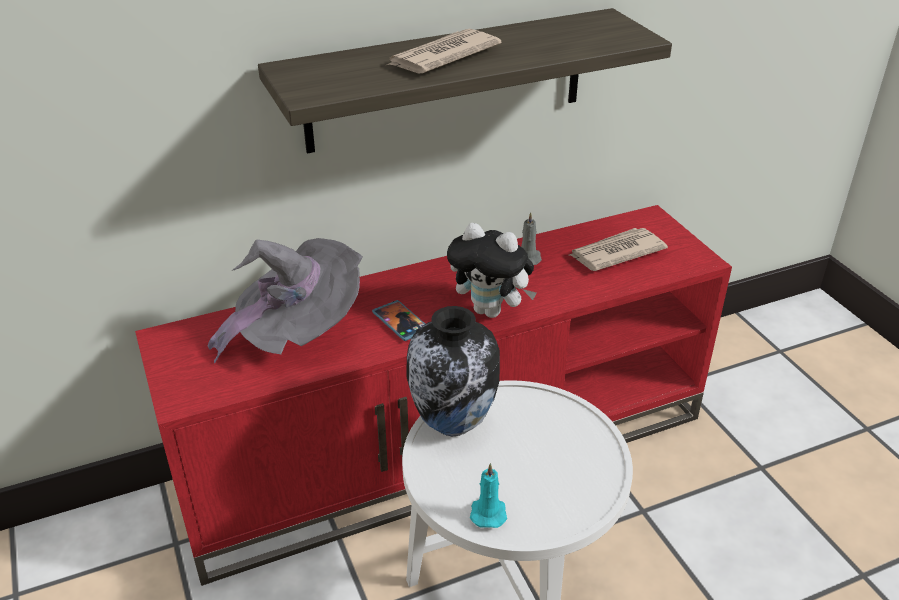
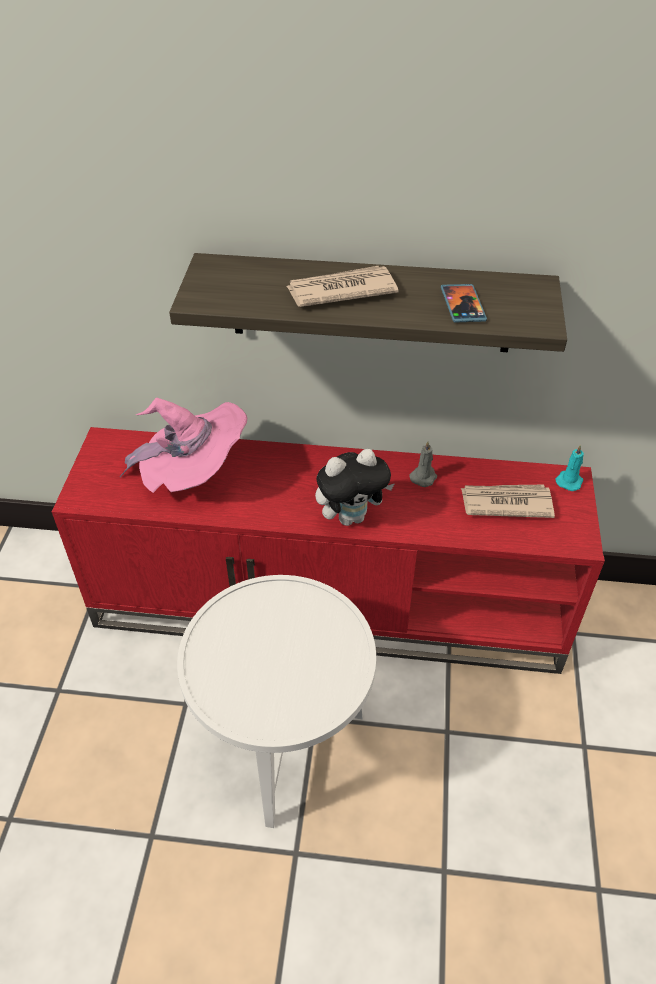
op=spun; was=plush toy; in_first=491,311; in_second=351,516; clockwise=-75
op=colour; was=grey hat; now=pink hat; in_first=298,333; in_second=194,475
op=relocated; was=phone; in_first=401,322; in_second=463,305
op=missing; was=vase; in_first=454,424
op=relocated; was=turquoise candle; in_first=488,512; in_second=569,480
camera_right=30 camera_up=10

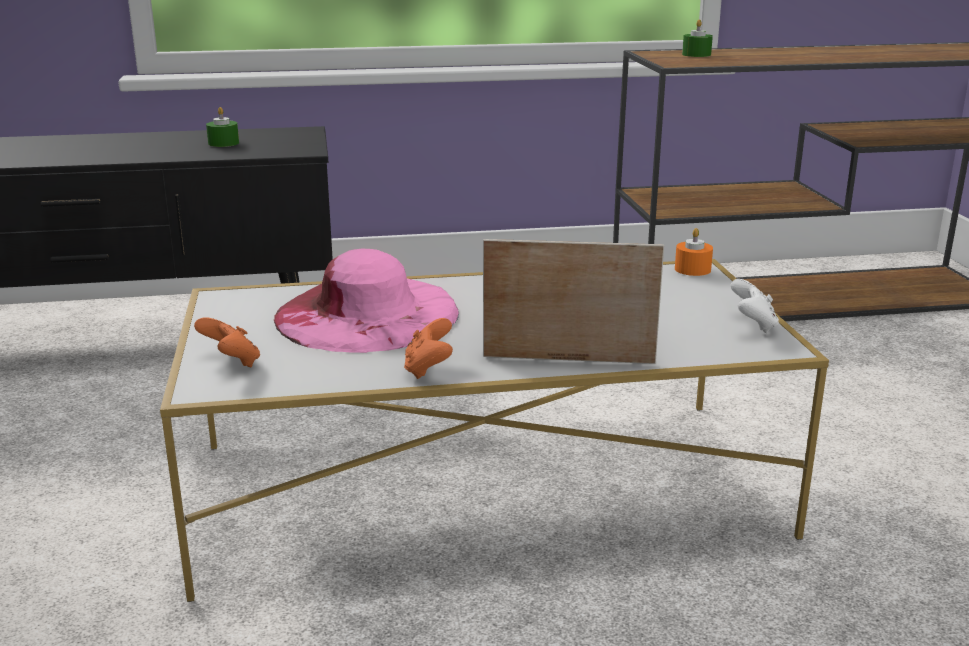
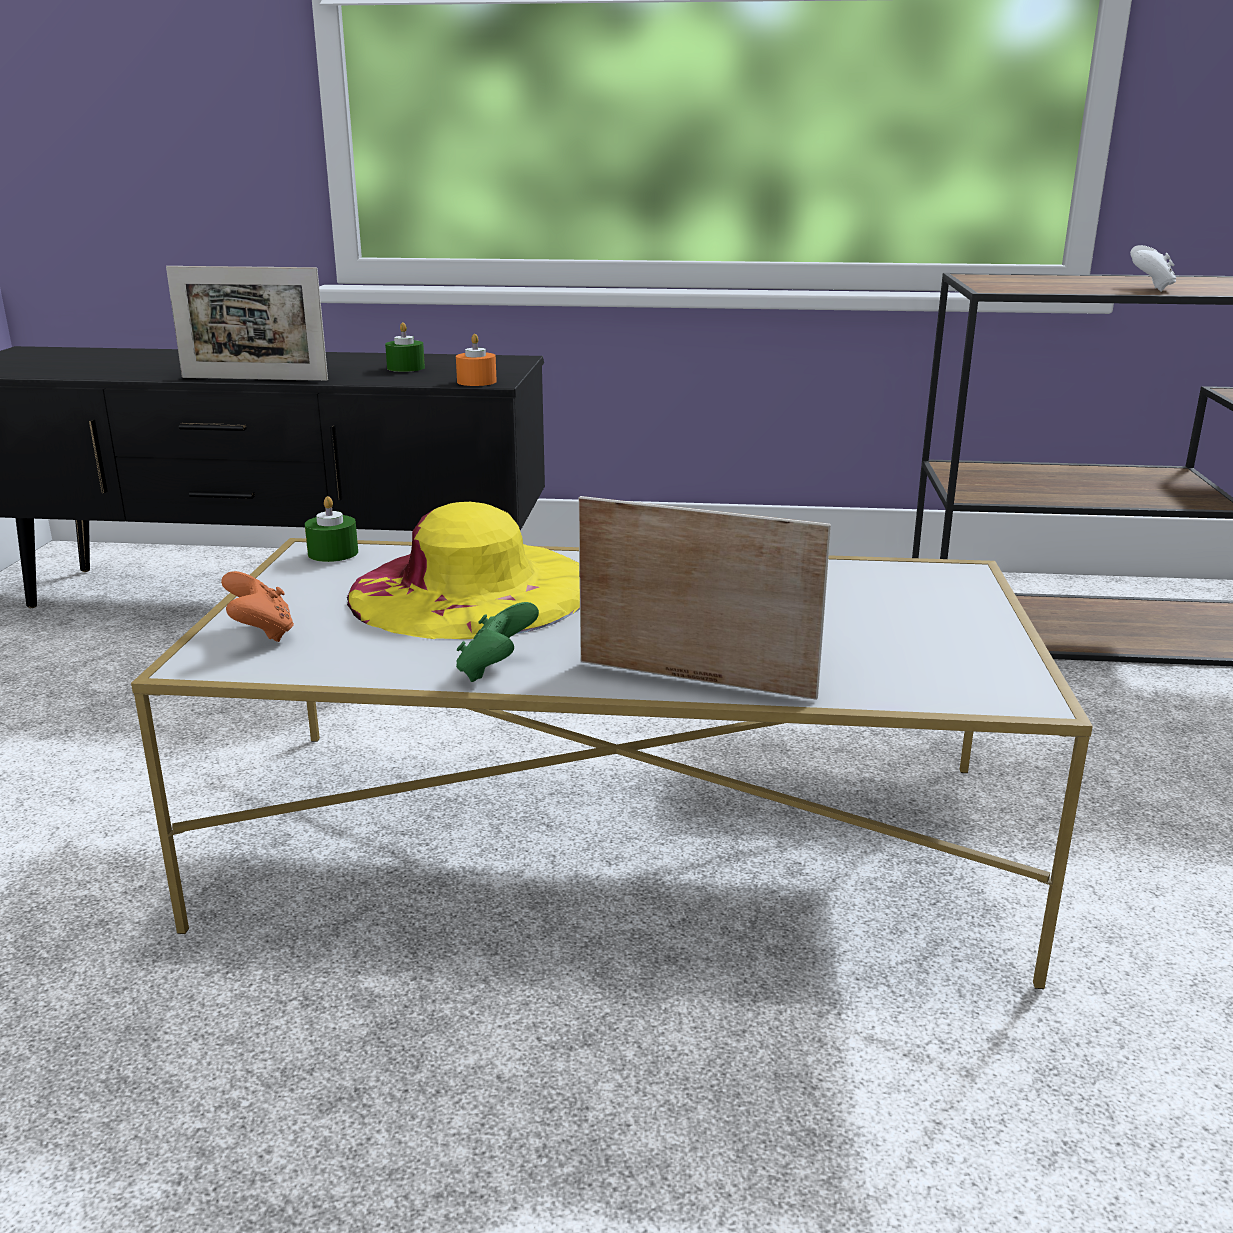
op=relocated; was=green candle; in_first=696,54; in_second=333,553
op=relocated; was=orange candle; in_first=692,269; in_second=476,381
op=colour; was=pink hat; now=yellow hat; in_first=367,314; in_second=470,590
op=relocated; was=white game controller; in_first=753,325; in_second=1149,289
op=colour; was=orange game controller; now=green game controller; in_first=428,369; in_second=496,671
op=appeared; now=picture frame; in_second=254,379
camera_right=15 camera_up=0

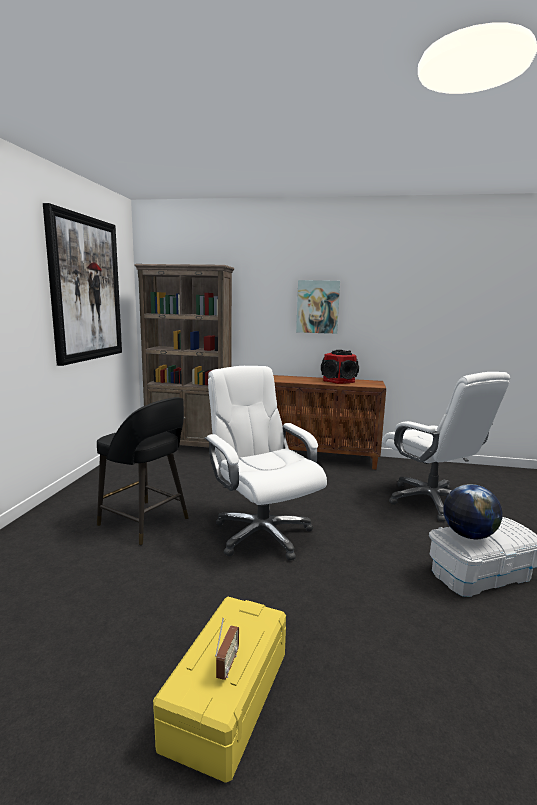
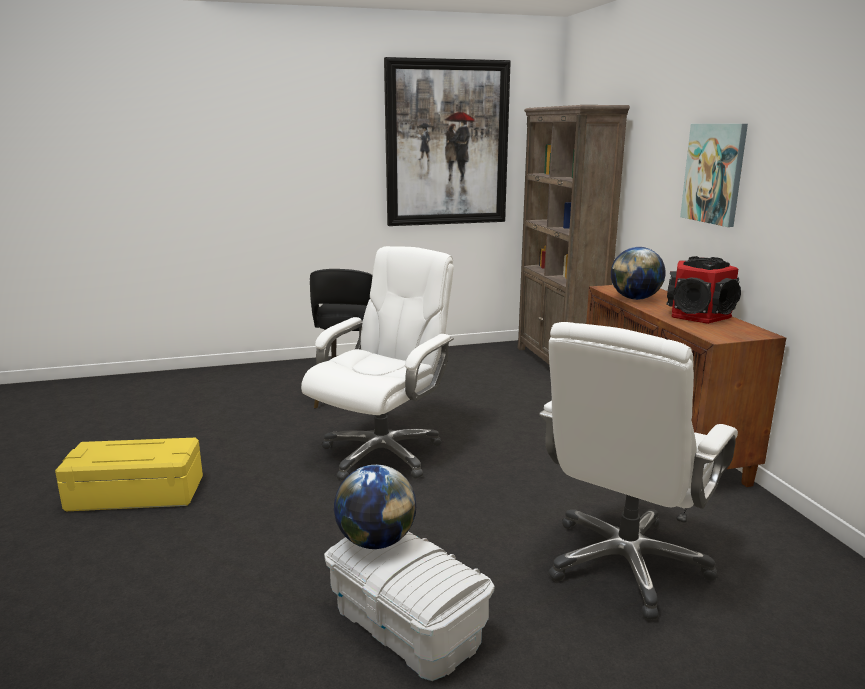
op=missing; was=radio; in_first=227,665
op=appeared; now=globe; in_second=635,298
camera_right=65 camera_up=5

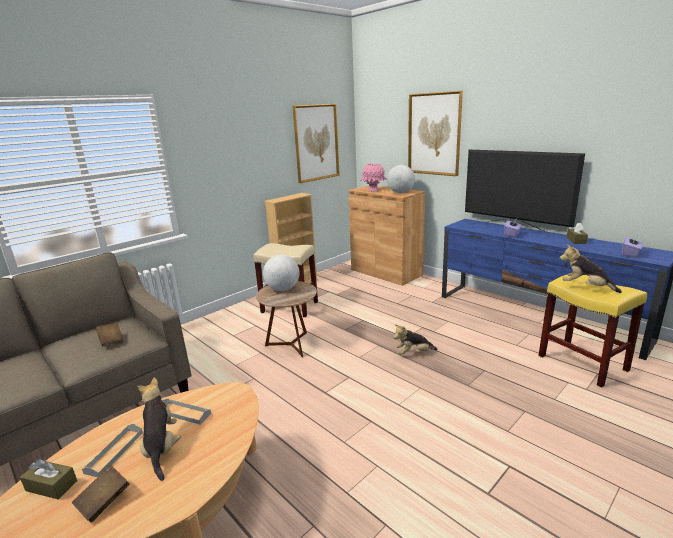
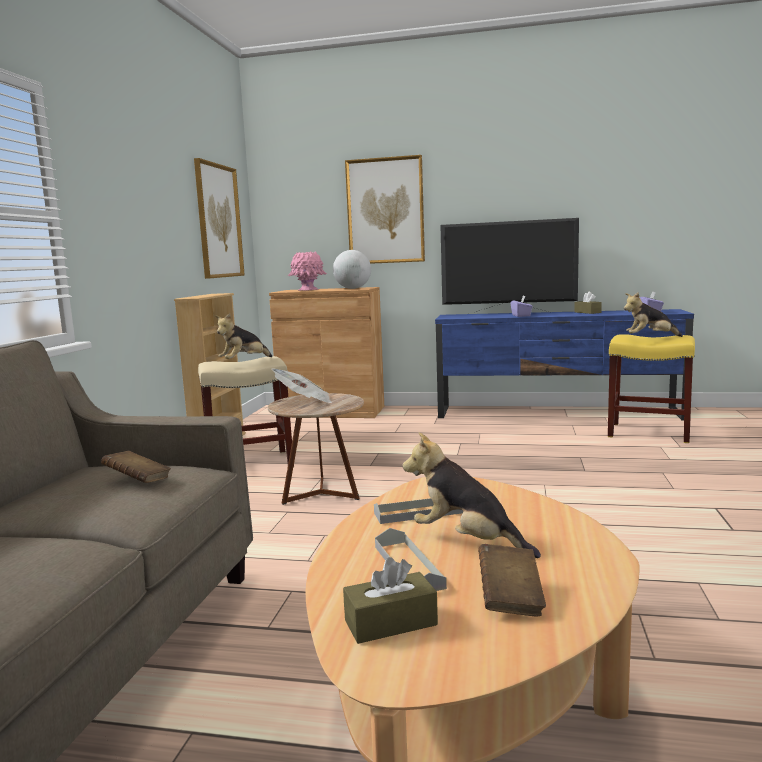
op=exchanged; was=globe; now=newspaper; in_first=283,289; in_second=304,402
op=relocated; was=plush toy; in_first=413,353; in_second=244,362
camera_right=-35 camera_up=-10

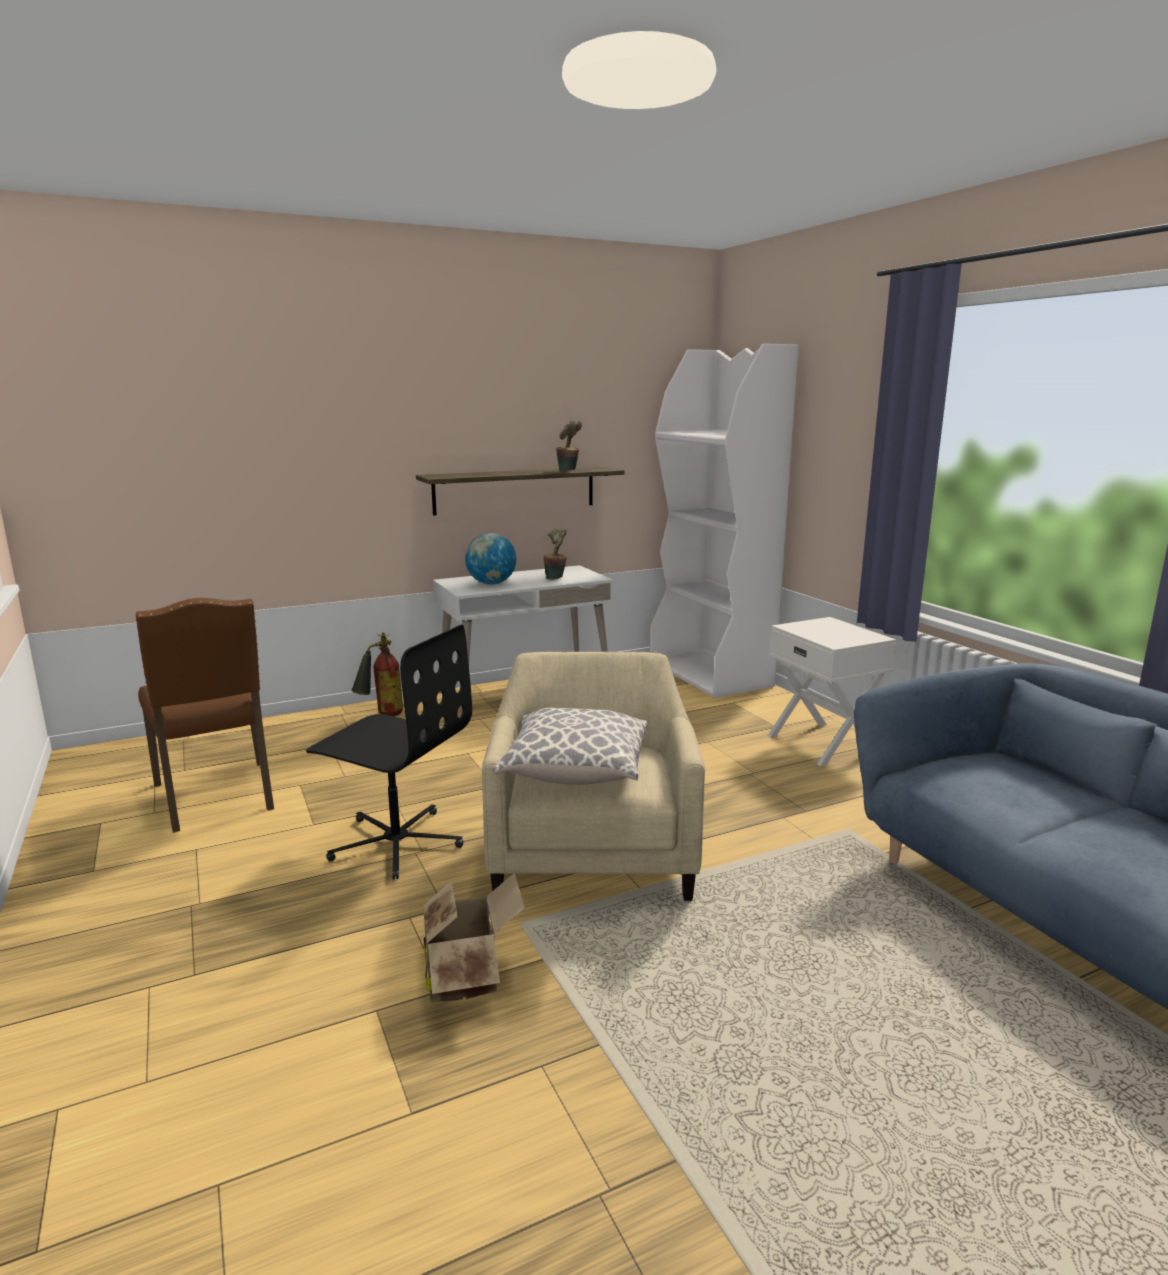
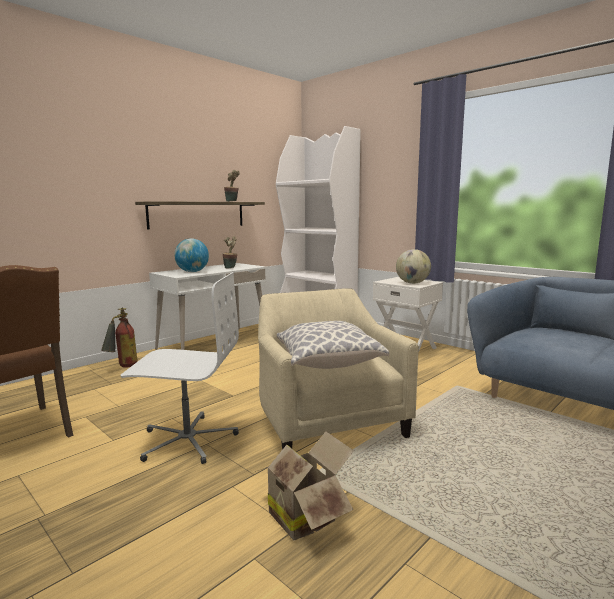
op=colour; was=black office chair; now=white office chair; in_first=396,842; in_second=187,440
op=appeared; now=globe; in_second=412,283
camera_right=-20 camera_up=-5

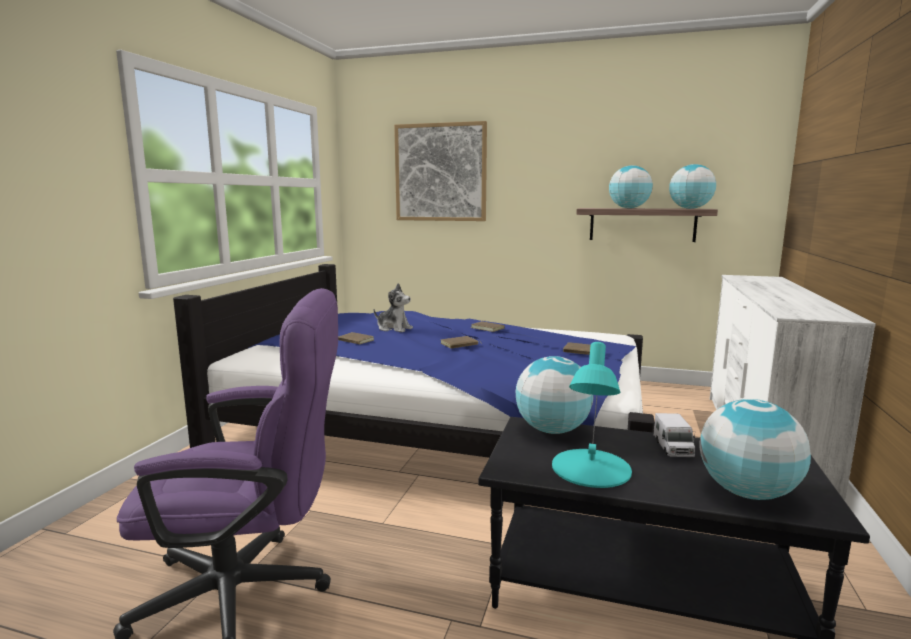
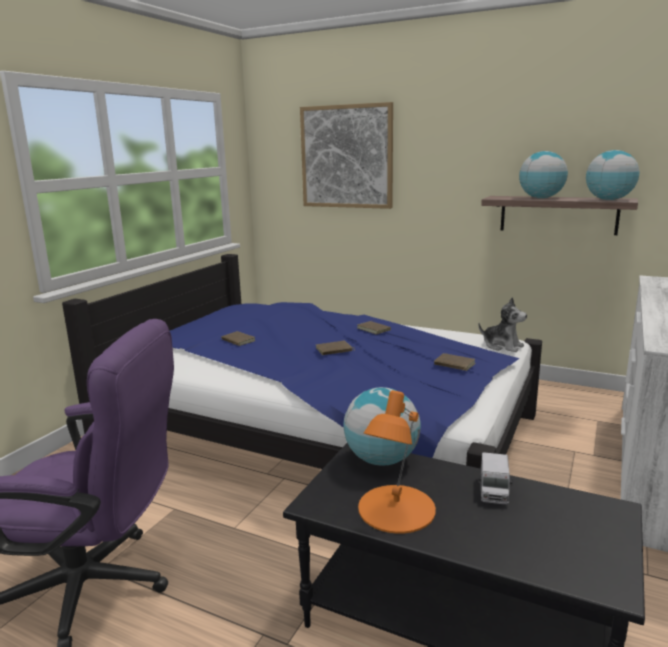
op=relocated; was=plush toy; in_first=394,329; in_second=502,346
op=colour; was=turquoise table lamp; now=orange table lamp; in_first=590,468; in_second=395,509
op=missing; was=globe; in_first=747,493
camera_right=10 camera_up=5

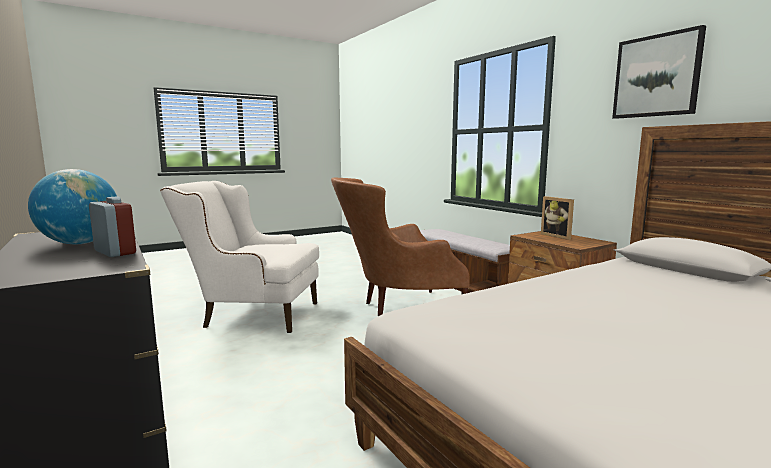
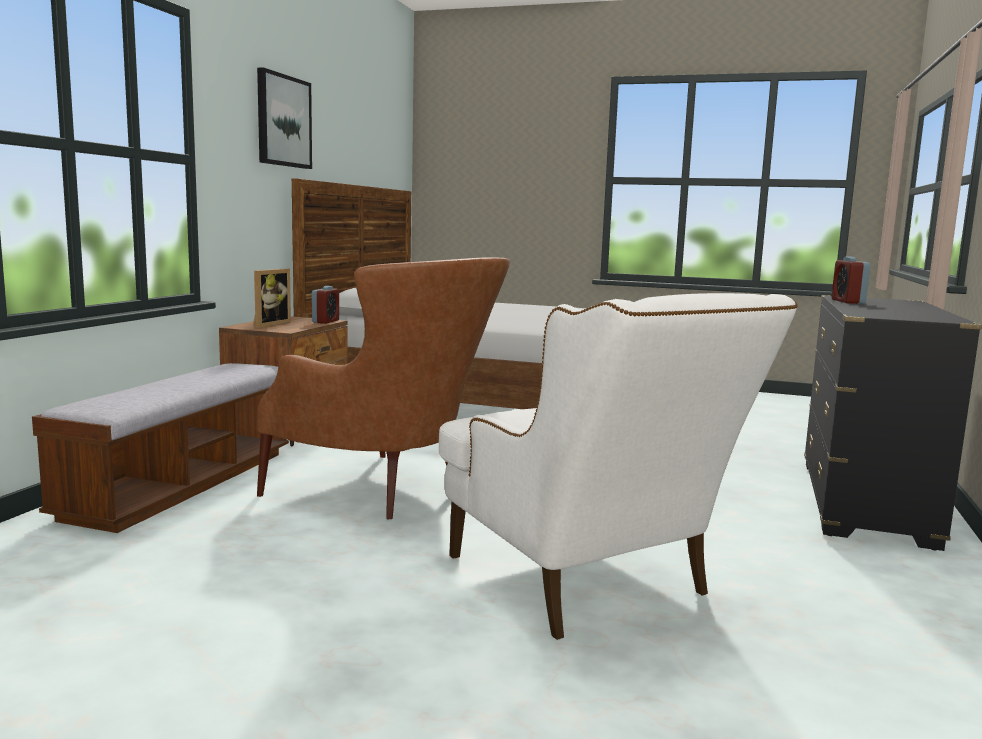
op=missing; was=globe; in_first=80,243
op=appeared; now=alarm clock; in_second=325,321
camera_right=-130 camera_up=0

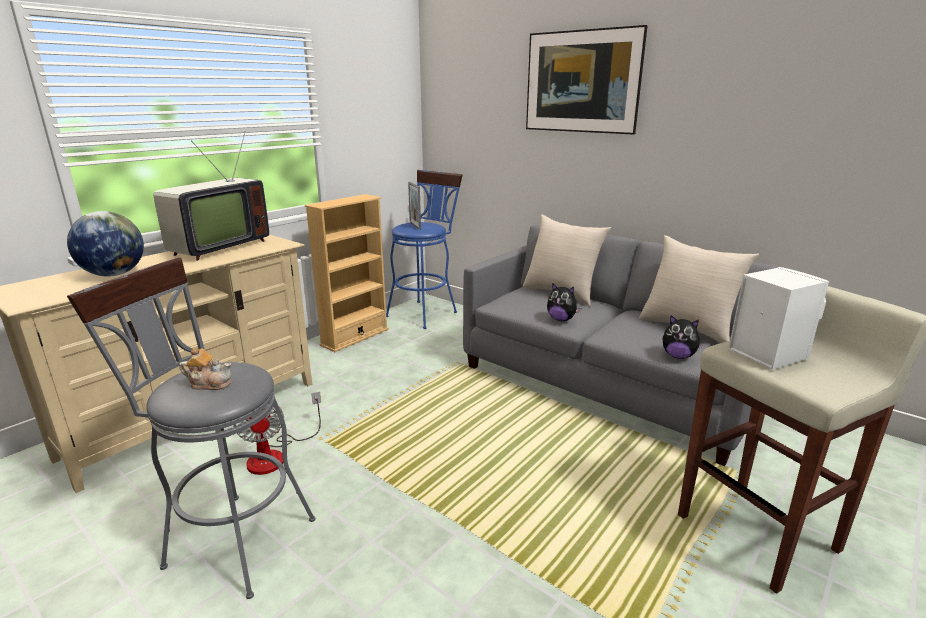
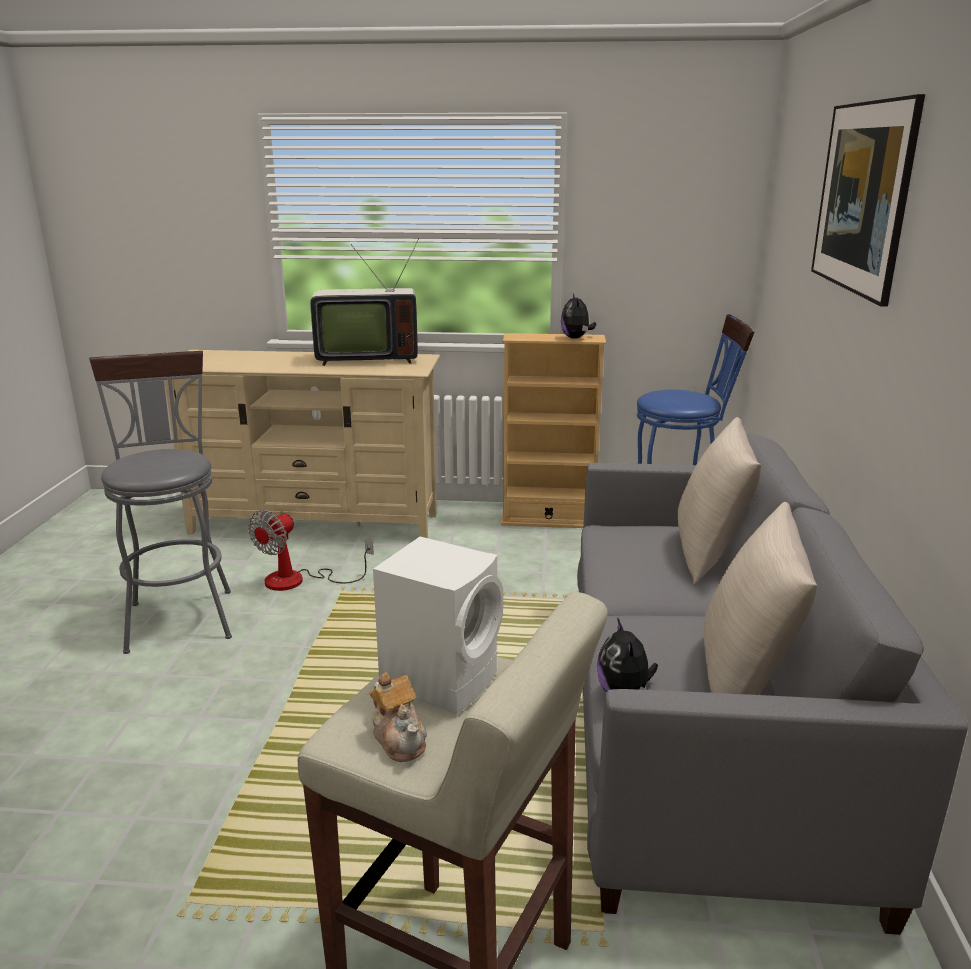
op=missing; was=picture frame; in_first=415,225
op=missing; was=globe; in_first=114,274
op=relocated; was=plush toy; in_first=561,319; in_second=576,338
op=relocated; was=teapot; in_first=210,383; in_second=399,738
camera_right=55 camera_up=0

